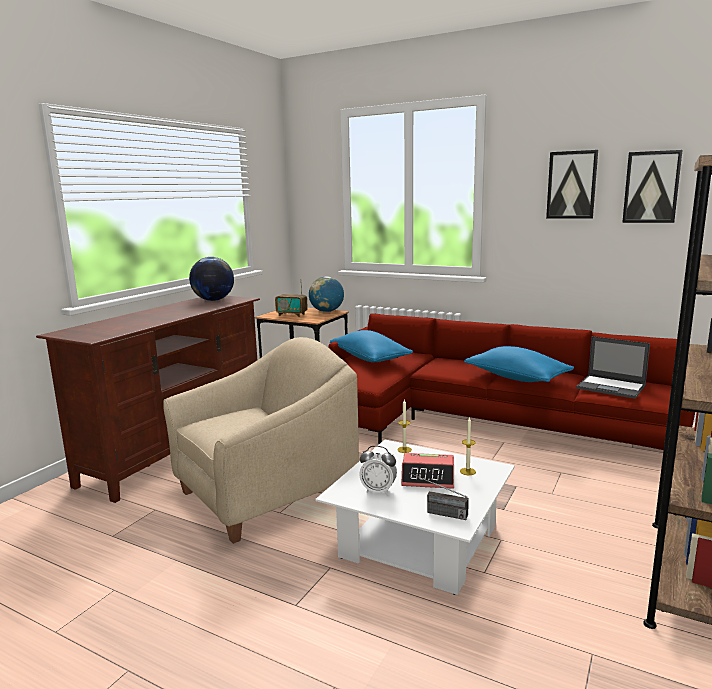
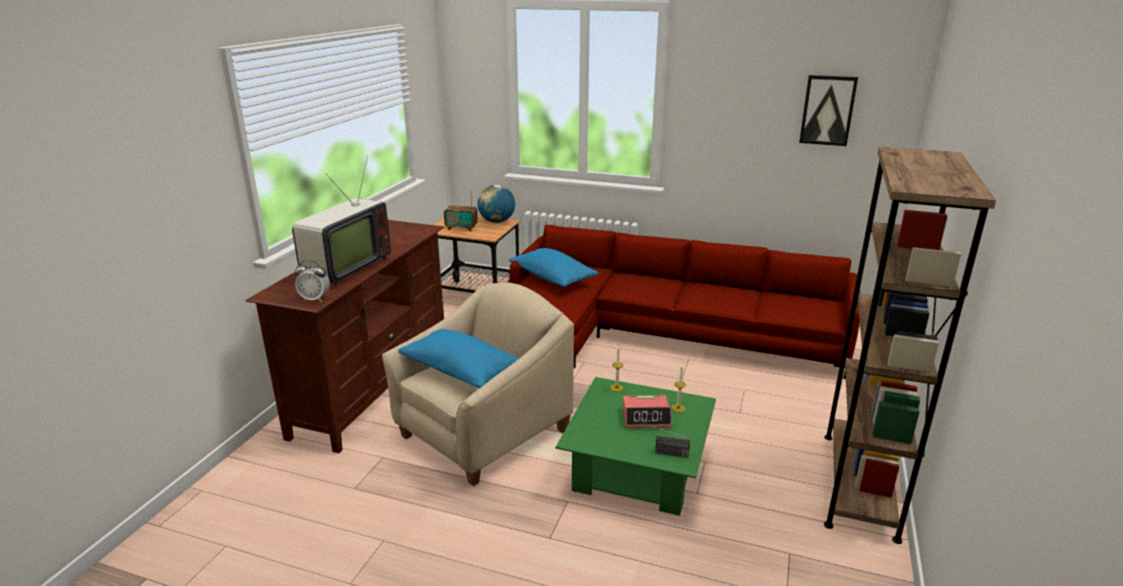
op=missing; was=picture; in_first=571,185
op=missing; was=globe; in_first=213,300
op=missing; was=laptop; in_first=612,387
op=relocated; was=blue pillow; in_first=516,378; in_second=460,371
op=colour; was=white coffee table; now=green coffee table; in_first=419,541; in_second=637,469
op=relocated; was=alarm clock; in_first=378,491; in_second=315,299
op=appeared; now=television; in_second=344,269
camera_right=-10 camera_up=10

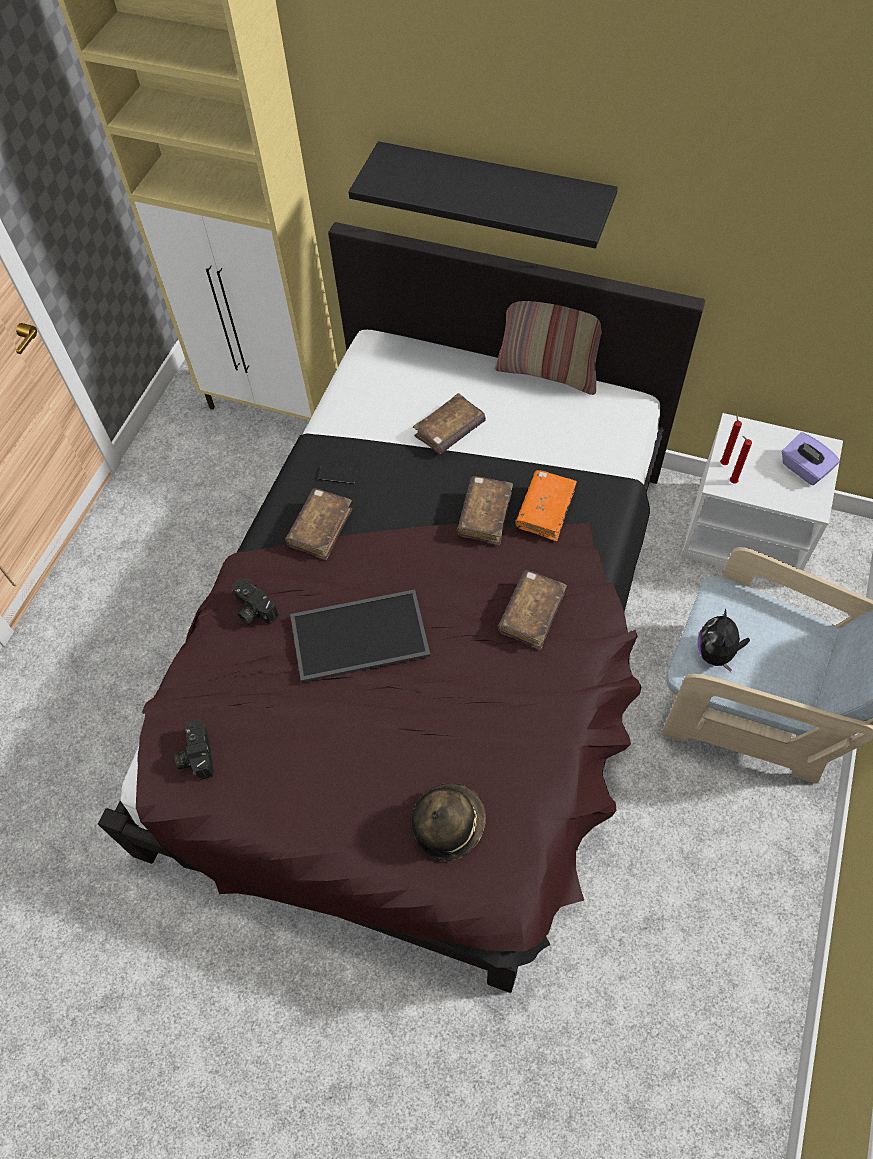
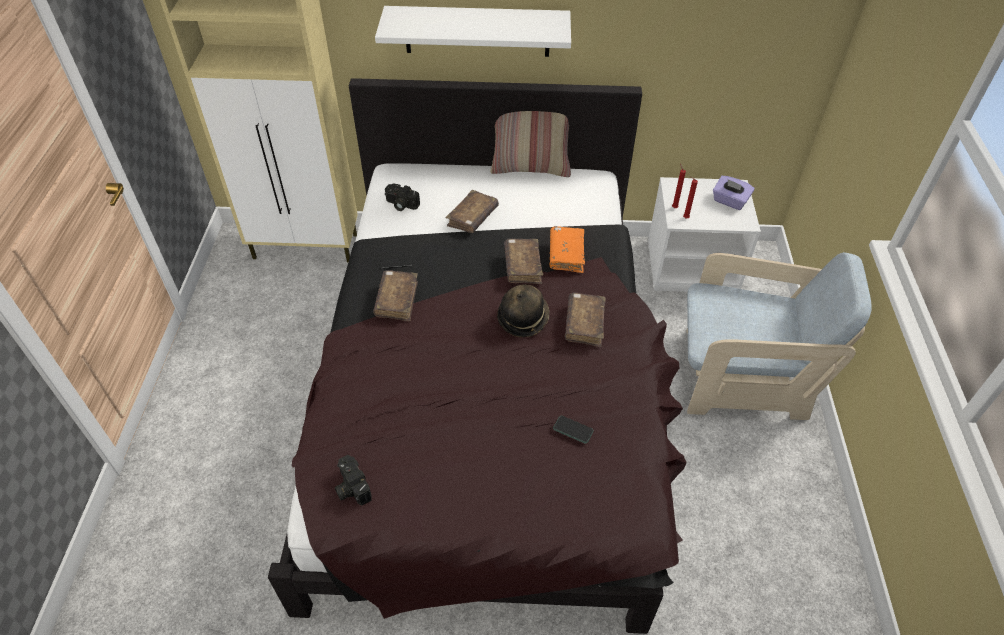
op=colour; was=black shelf; now=white shelf; in_first=494,191; in_second=477,31
op=relocated; was=photo camera; in_first=252,610; in_second=401,205
op=missing; was=tray; in_first=358,638
op=missing; was=plush toy; in_first=716,653
op=relocated; was=hat; in_first=447,823; in_second=523,318
op=appeared; now=phone; in_second=573,430
camera_right=-20 camera_up=-10

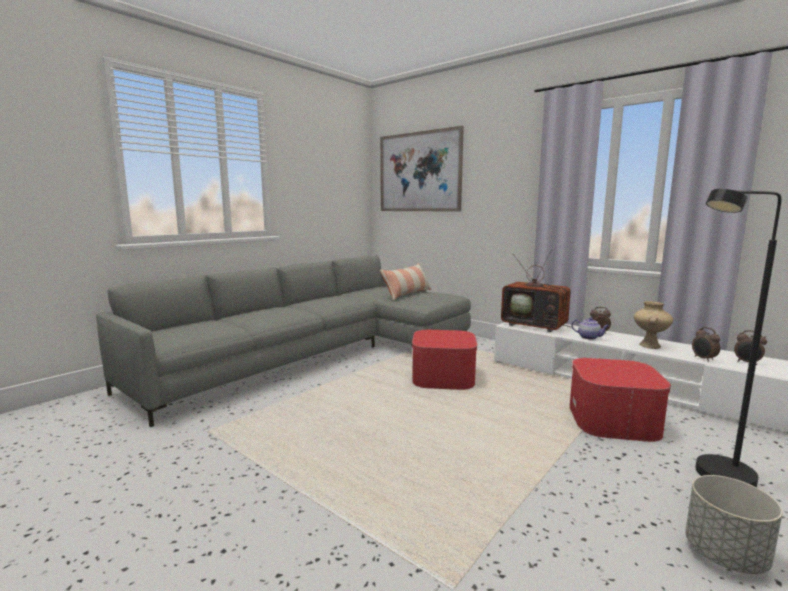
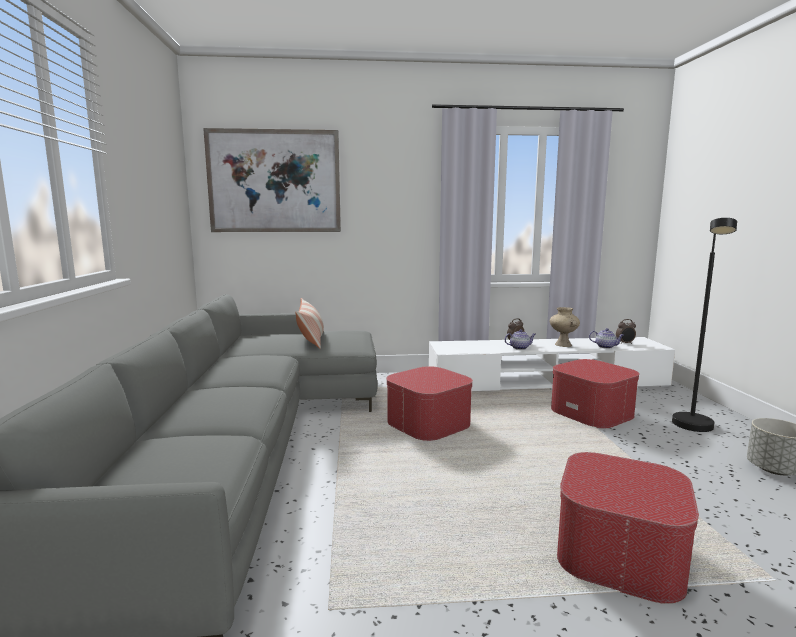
op=missing; was=television; in_first=536,326
op=exchanged; was=alarm clock; now=teapot; in_first=703,359; in_second=606,347
op=appeared; now=ottoman; in_second=619,554
camera_right=-45 camera_up=0

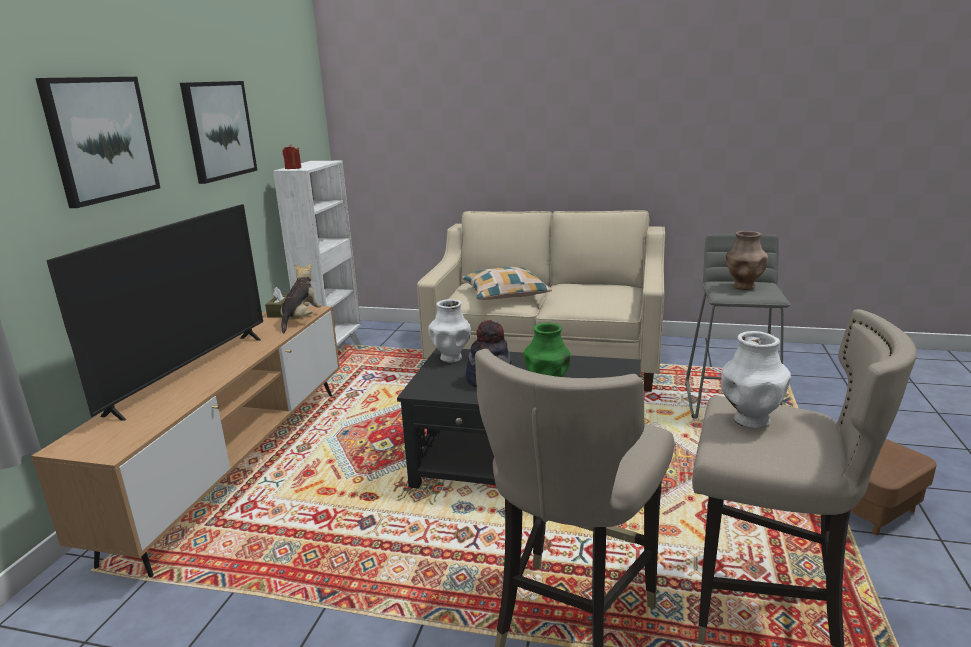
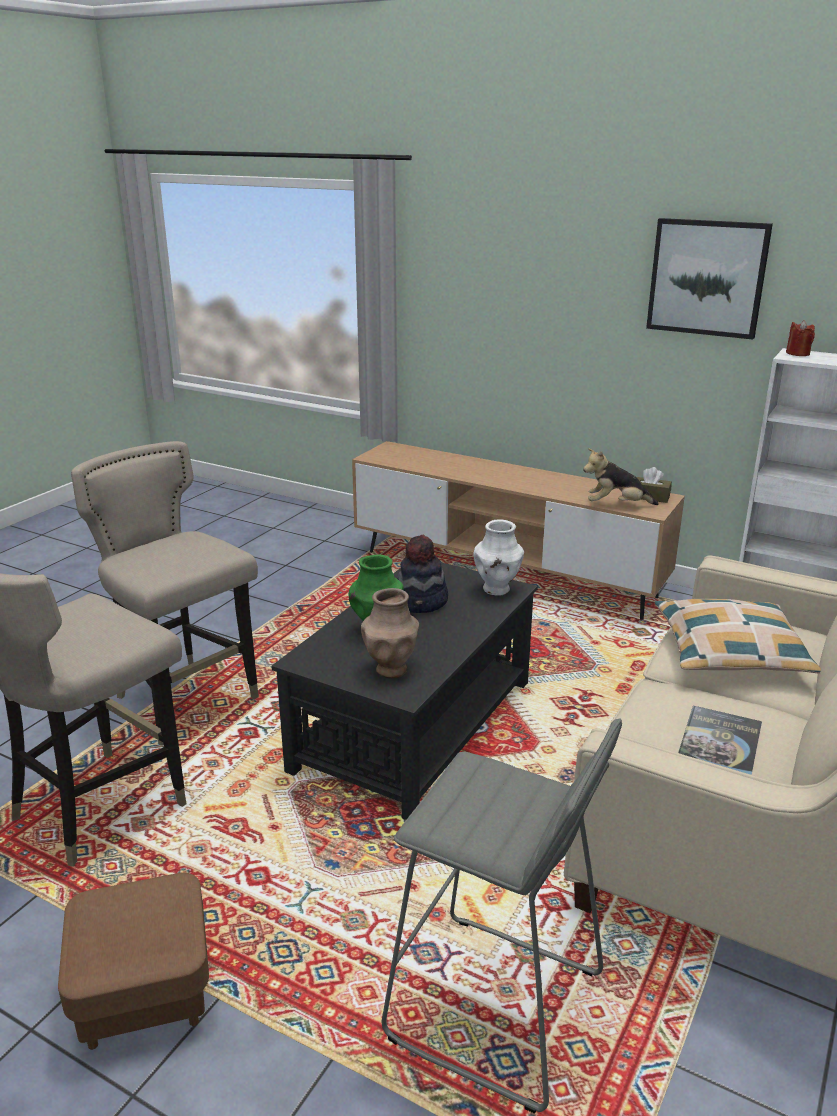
op=missing; was=picture; in_first=100,139
op=missing; was=television; in_first=190,373
op=relocated; was=brown vase; in_first=743,287; in_second=391,669
op=spun; was=plush toy; in_first=301,320; in_second=616,505; clockwise=150
op=missing; was=white vase; in_first=750,421
op=appeared; now=book; in_second=719,744
camera_right=105 camera_up=5

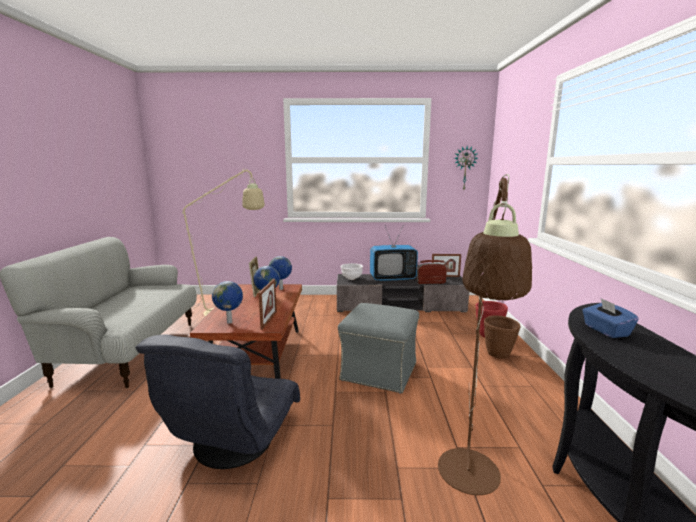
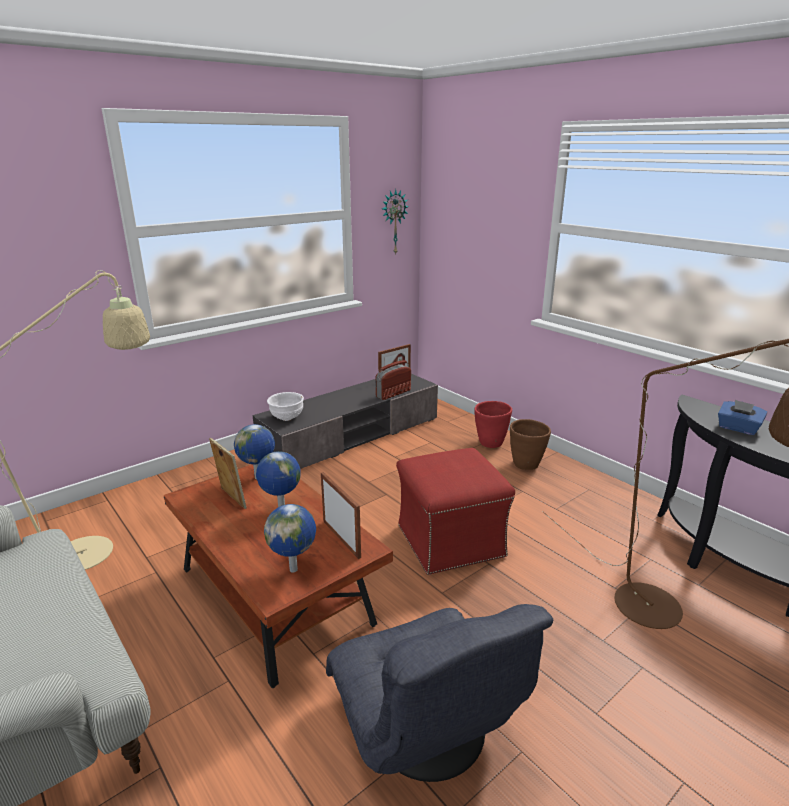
op=missing; was=television; in_first=392,278
op=colour; was=grey ottoman; now=red ottoman; in_first=378,371; in_second=449,541
camera_right=-40 camera_up=10

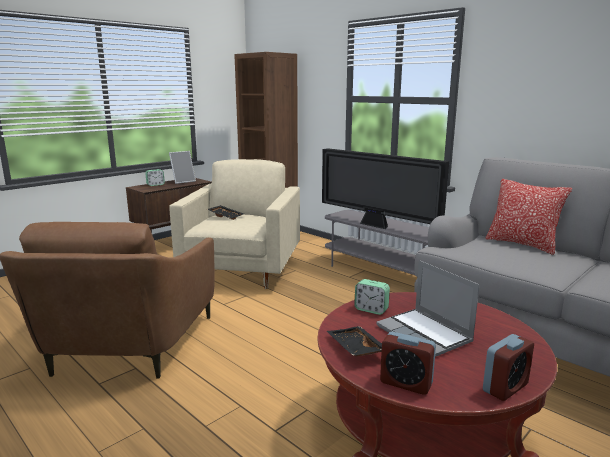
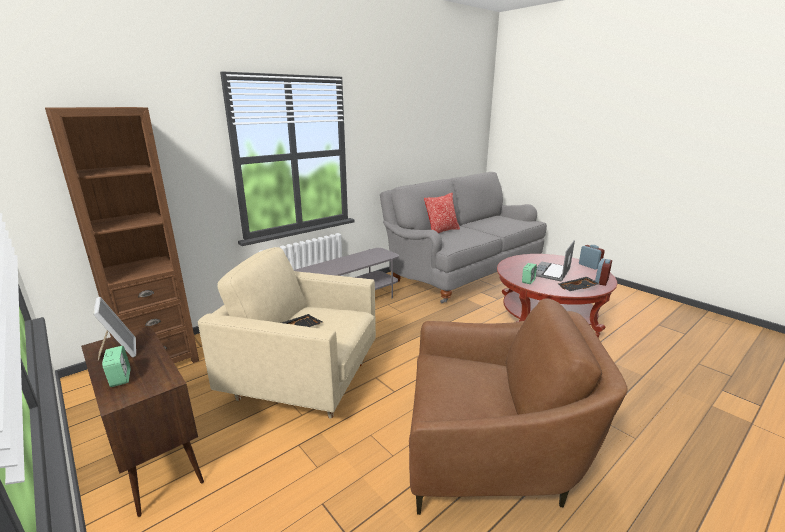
op=missing; was=television; in_first=376,225
op=spun; was=laptop; in_first=425,334; in_second=551,272; clockwise=150
camera_right=-85 camera_up=5

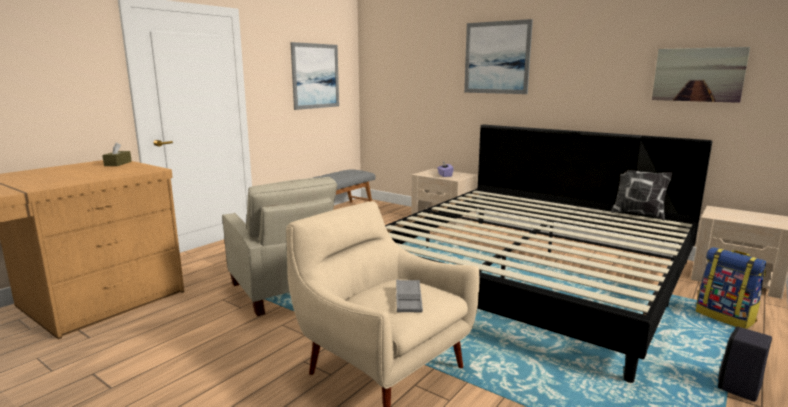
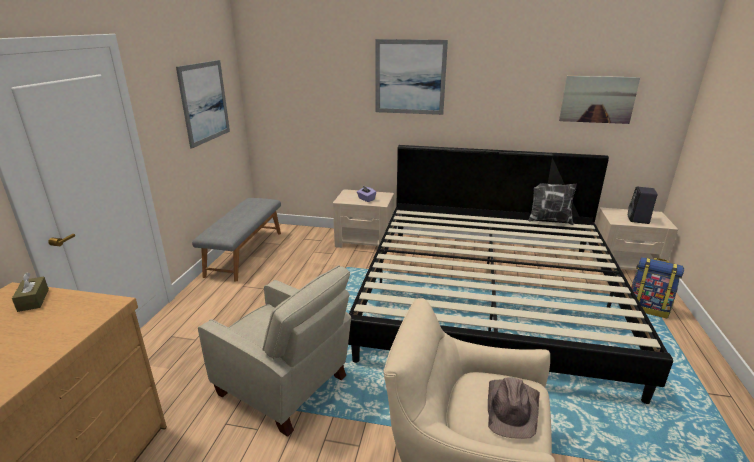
op=exchanged; was=grey tray; now=brown hat; in_first=408,300; in_second=512,408
op=relocated; was=black speaker; in_first=739,389; in_second=638,220
camera_right=-25 camera_up=10

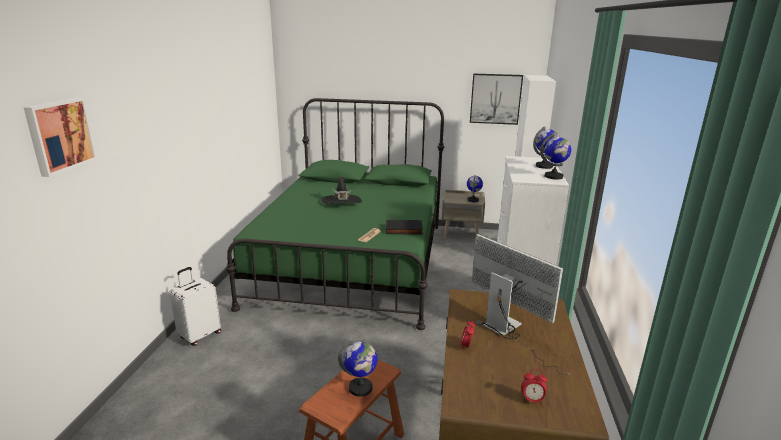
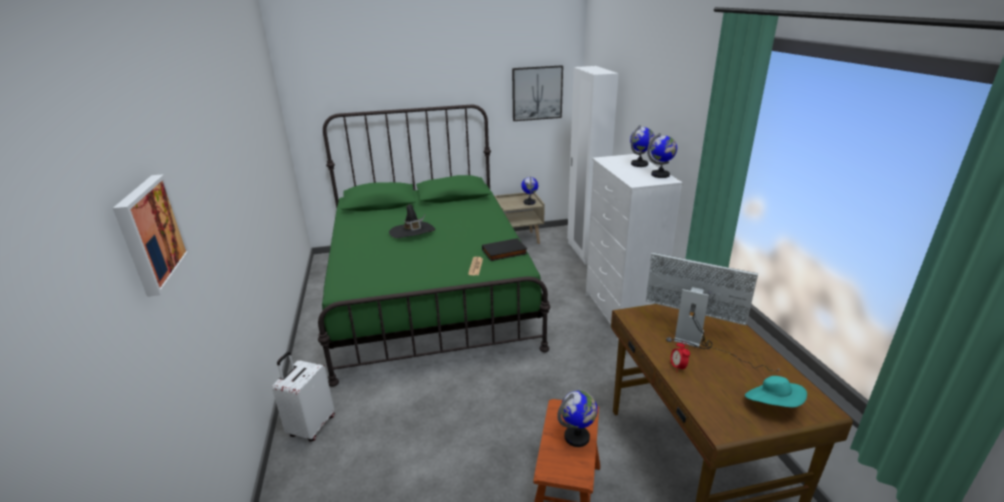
op=exchanged; was=alarm clock; now=turquoise hat; in_first=532,400; in_second=772,404
camera_right=-20 camera_up=5

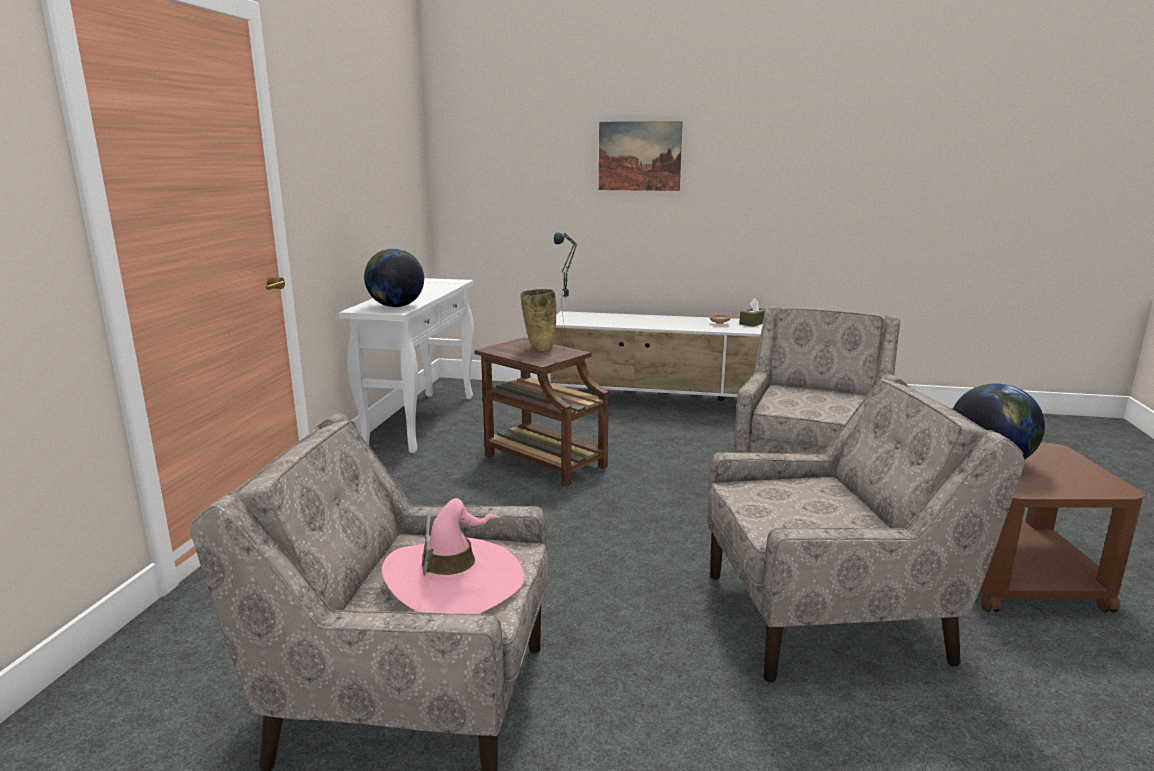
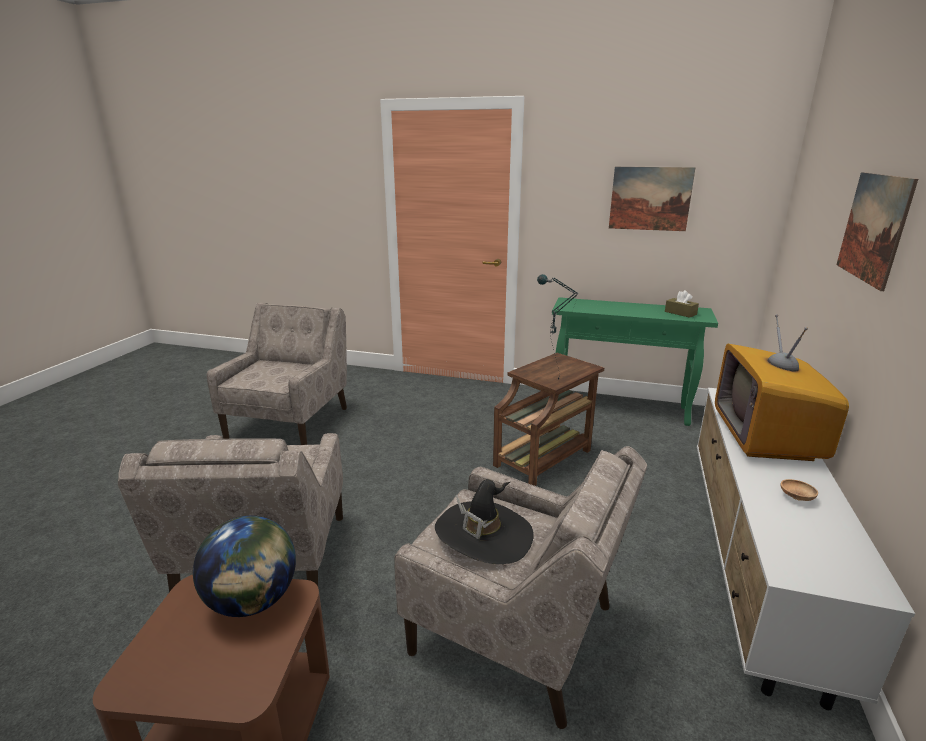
op=missing; was=globe; in_first=396,306
op=colour; was=white console table; now=green console table; in_first=422,420; in_second=621,408
op=missing; was=beige vase; in_first=539,348
op=relocated; was=brown tissue box; in_first=753,323; in_second=680,313
op=missing; was=pink hat; in_first=454,580
op=appeared; now=picture; in_second=650,198
op=appeared; now=television; in_second=765,437
op=appeared; now=black hat; in_second=484,535
camera_right=95 camera_up=5

